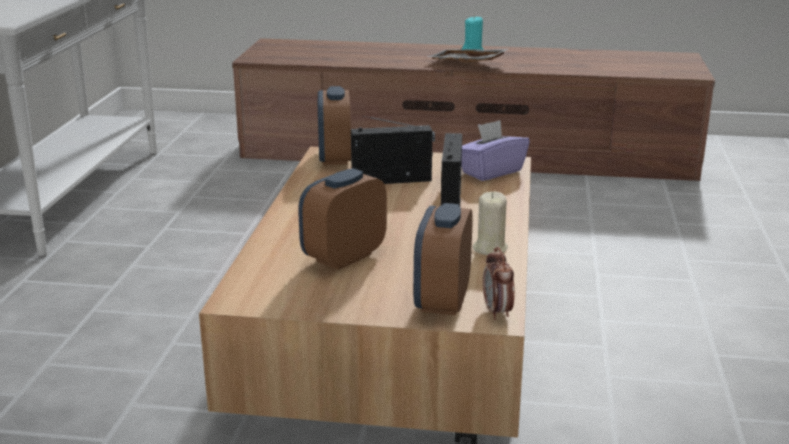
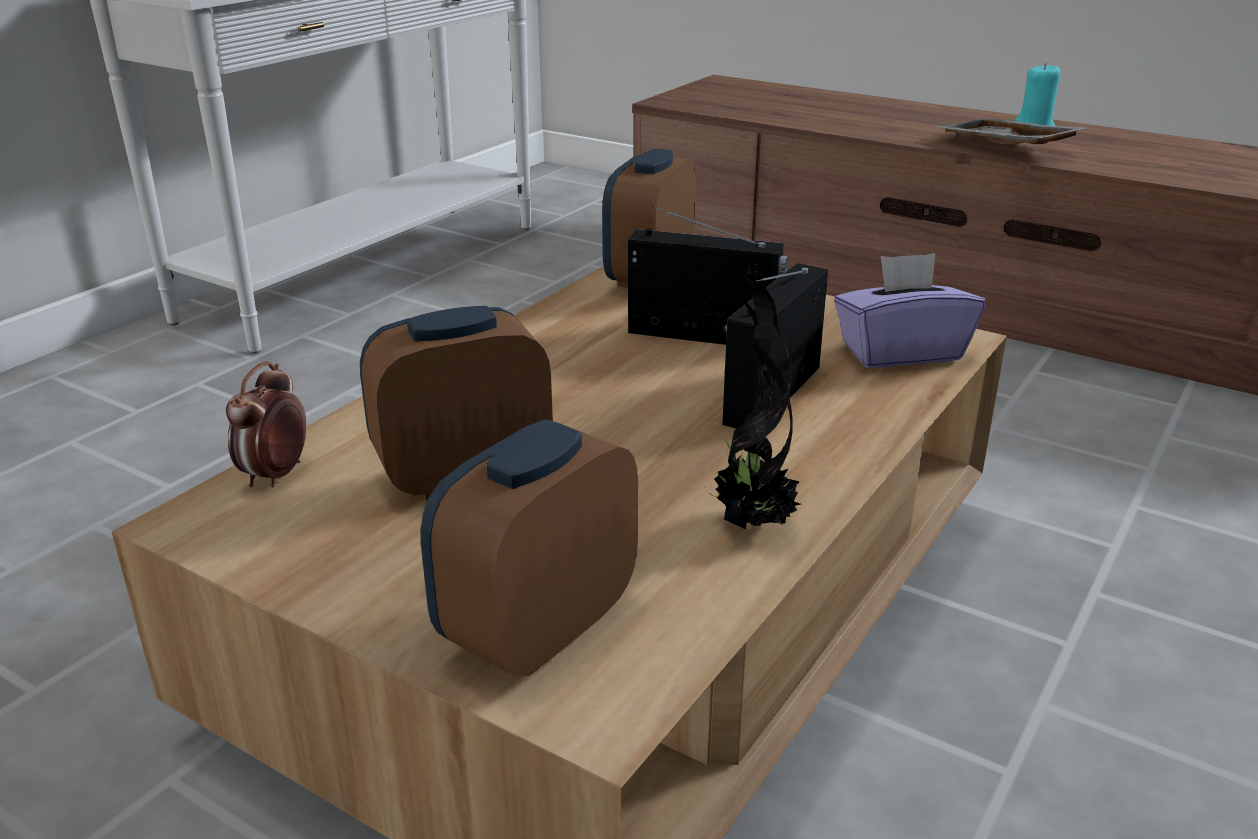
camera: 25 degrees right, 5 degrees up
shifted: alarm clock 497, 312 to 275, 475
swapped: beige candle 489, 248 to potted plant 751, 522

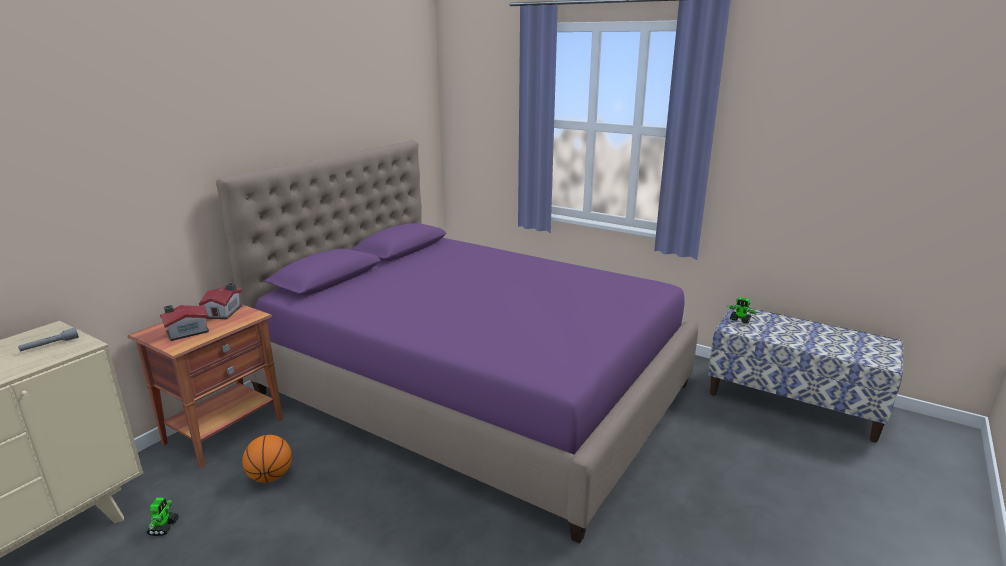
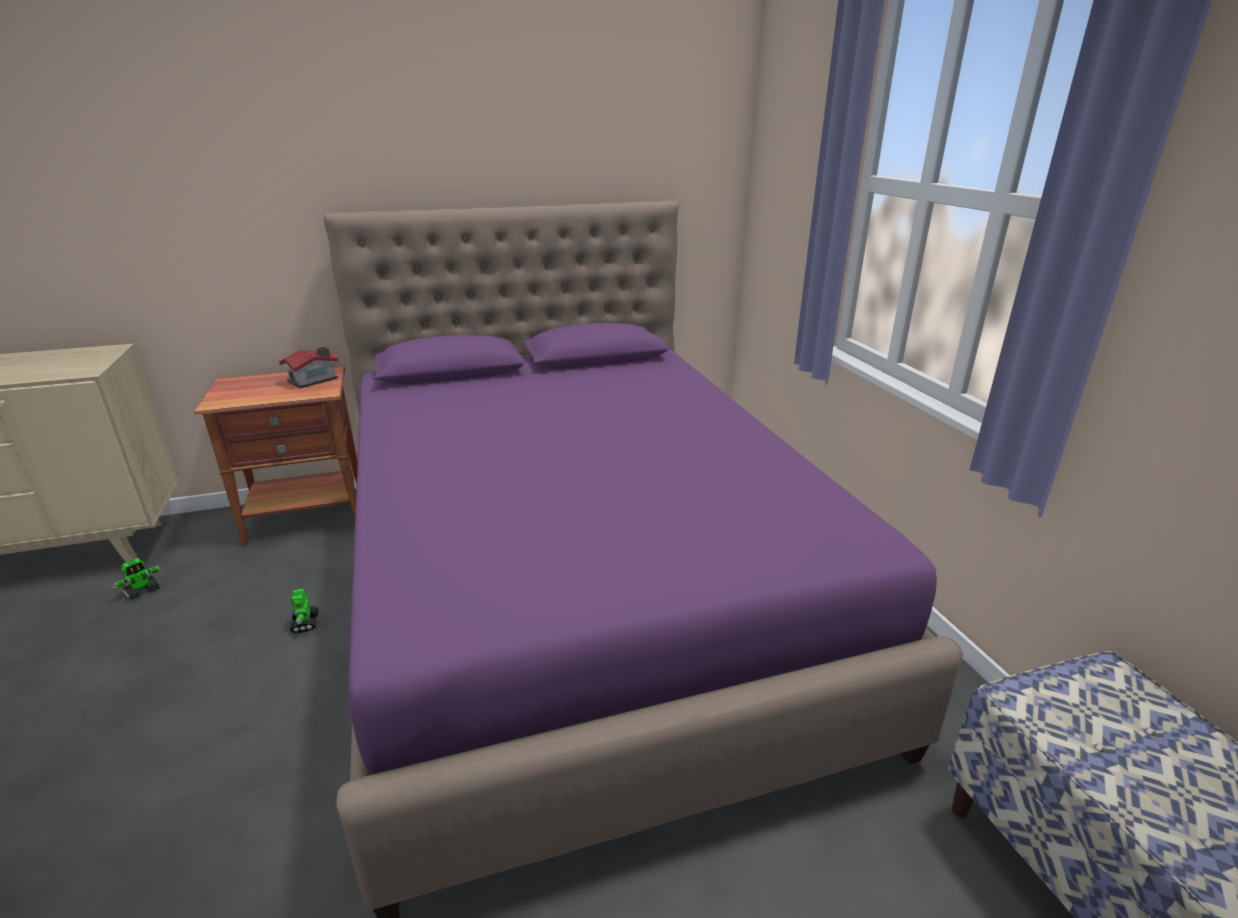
camera: 40 degrees right, 5 degrees up
gone: grey flashlight 50, 345; toy house 186, 332; basketball 270, 477
shifted: toy robot 740, 320 to 305, 623

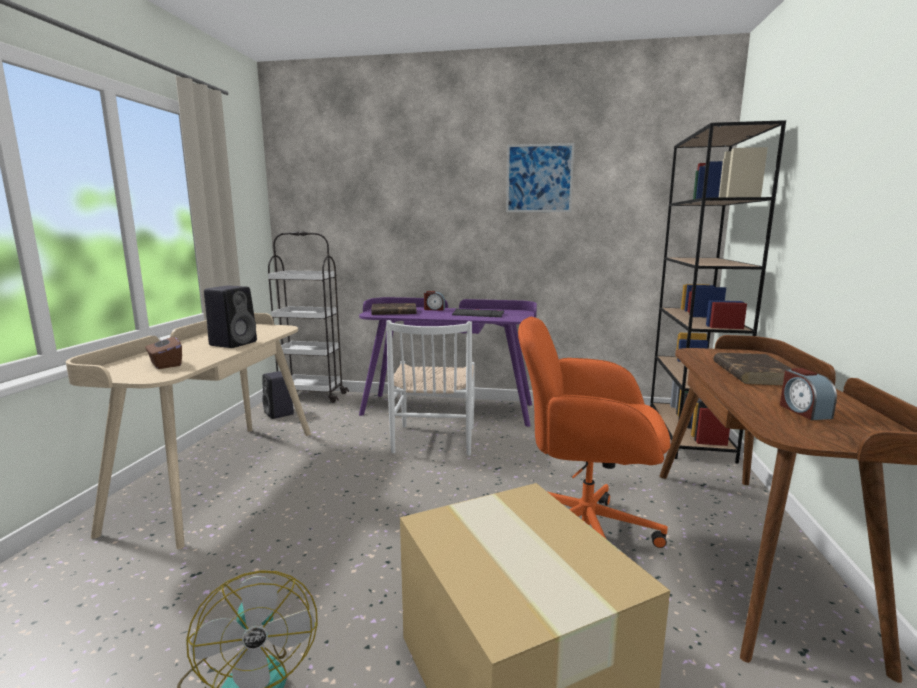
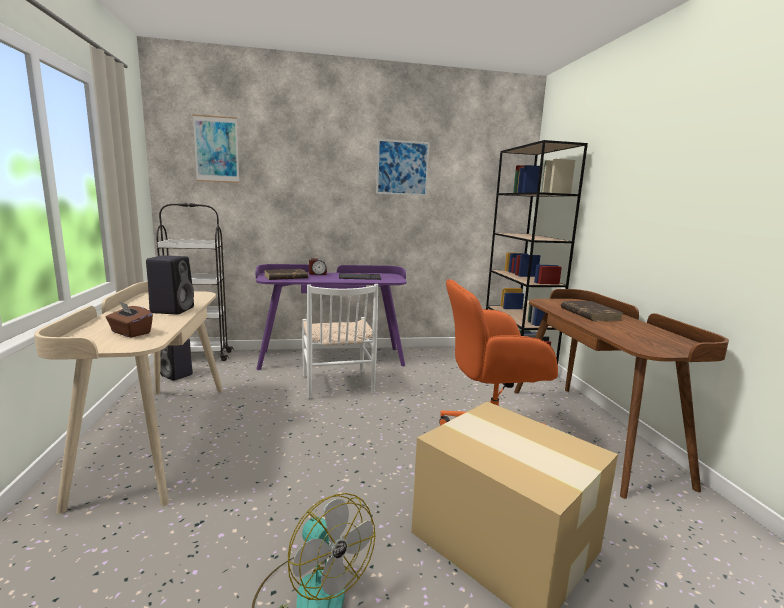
camera: 20 degrees left, 0 degrees up
gone: alarm clock 803, 411
new: picture 216, 149

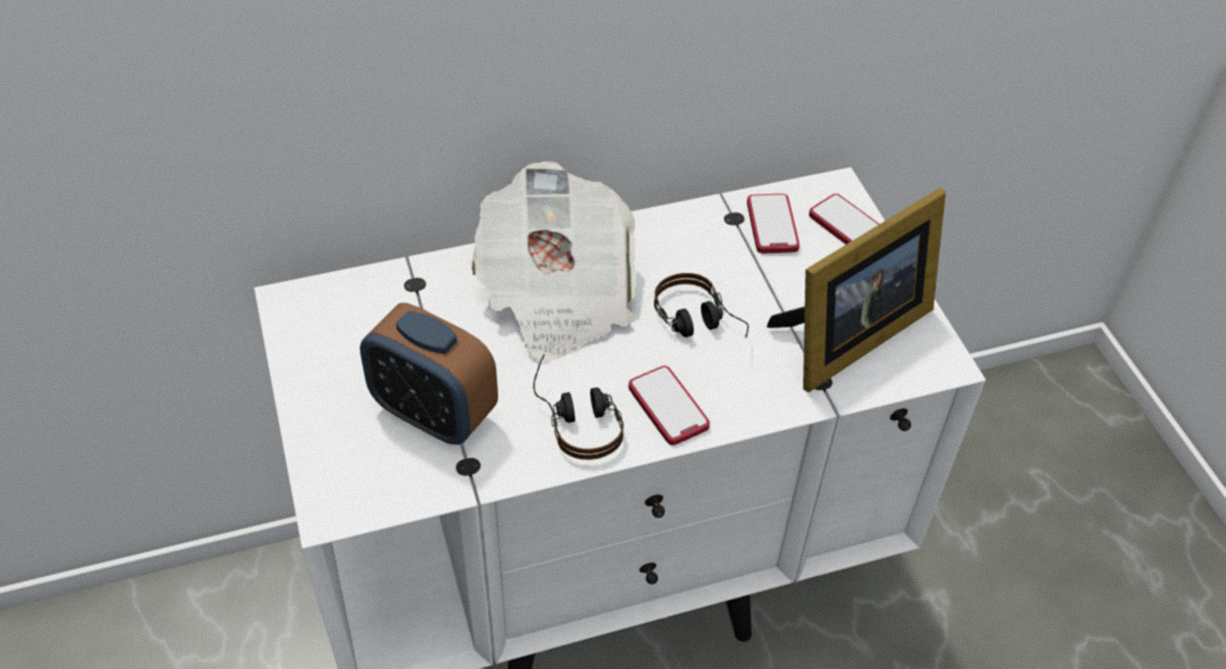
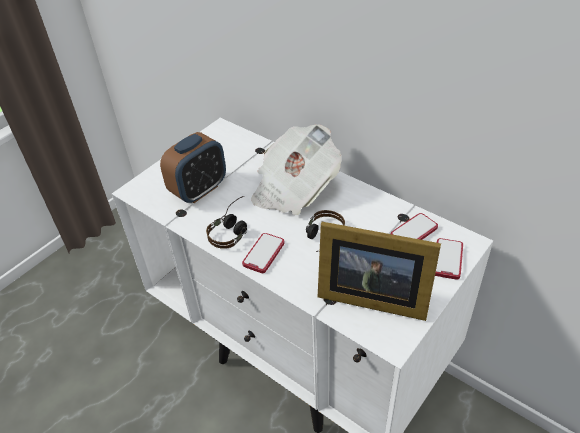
camera: 60 degrees right, 5 degrees down
rotated: alarm clock 434, 414 = 199, 190 135 degrees counterclockwise

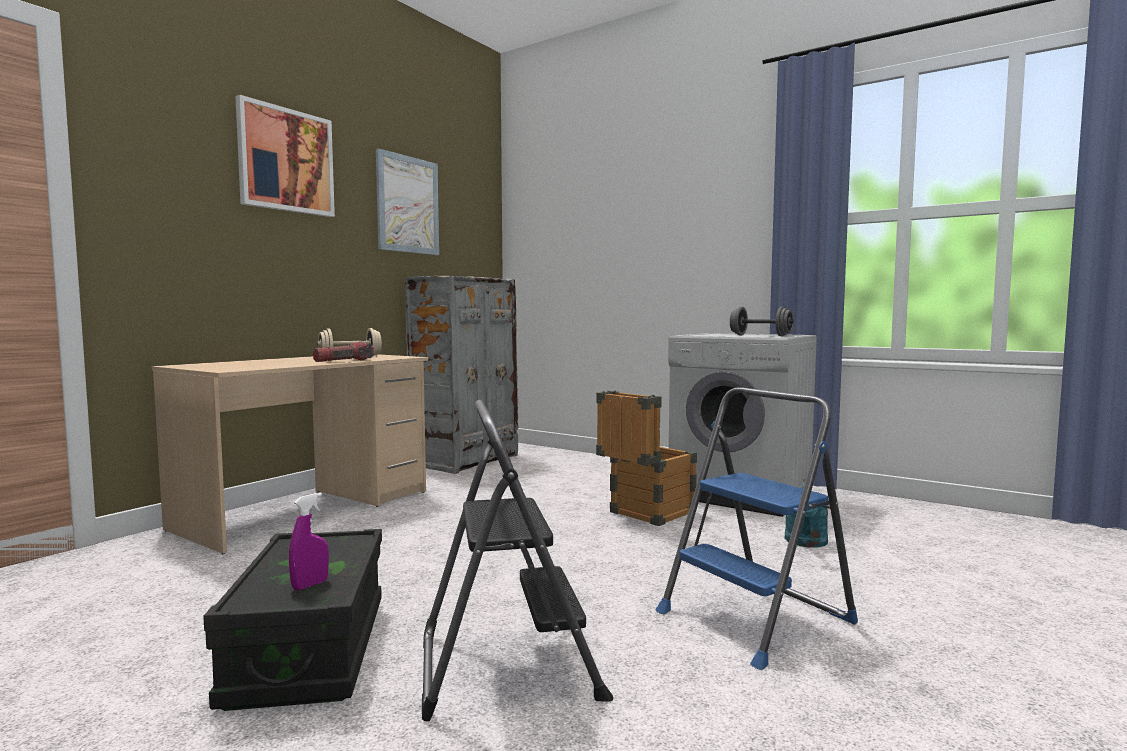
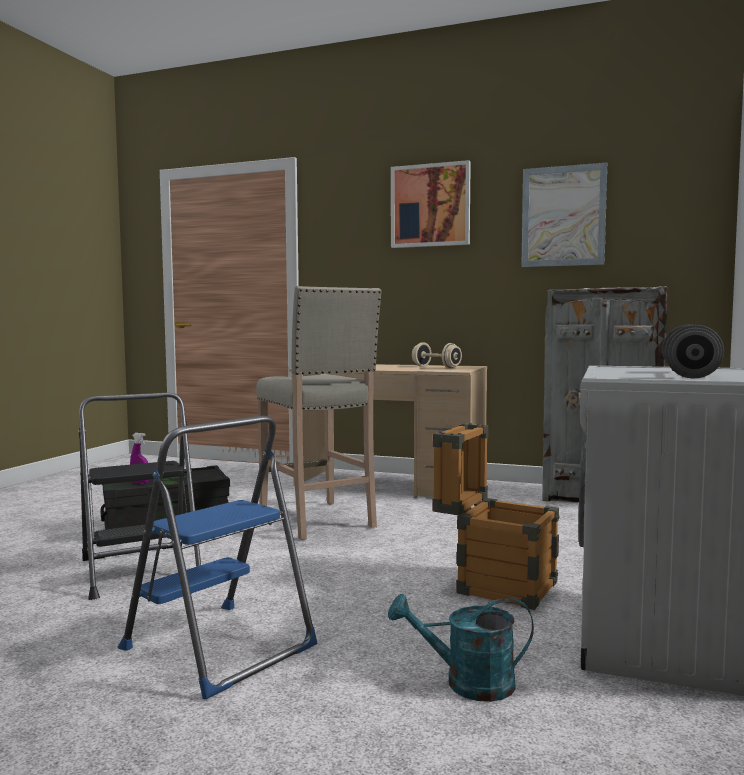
camera: 75 degrees right, 0 degrees up
gone: flashlight 344, 361
new: beige stool 317, 520

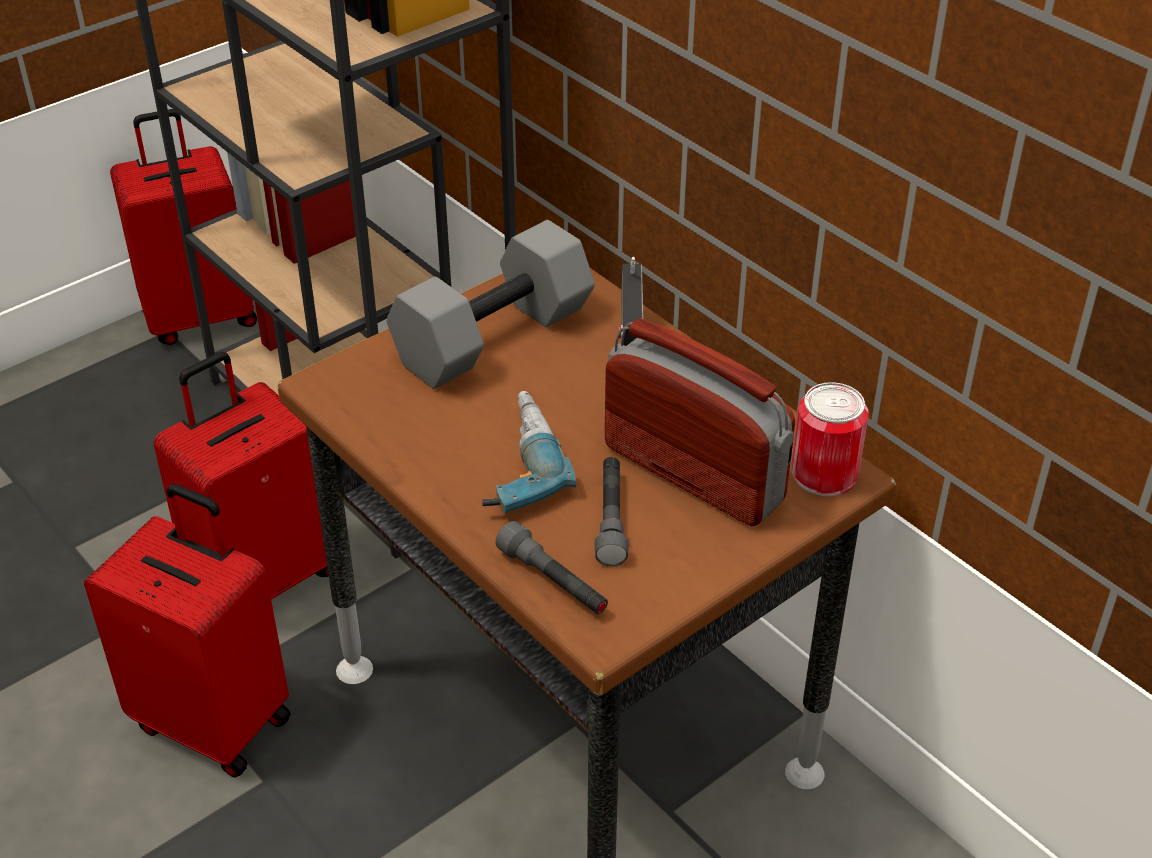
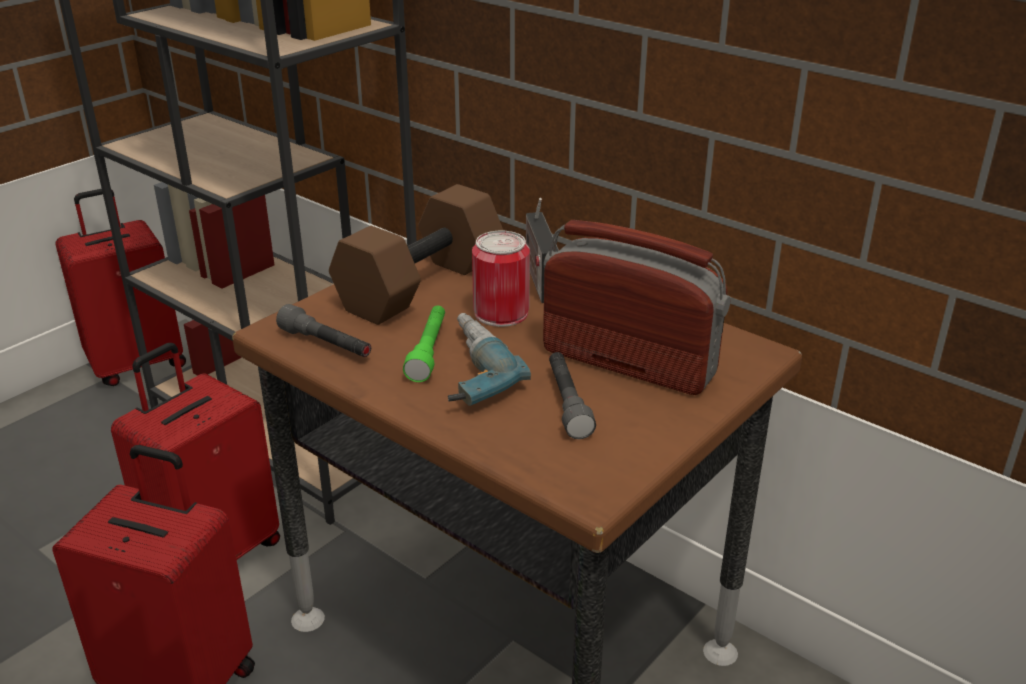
camera: 10 degrees left, 10 degrees down
new: green flashlight 428, 351
shifted: grey flashlight 553, 581 to 326, 345; can 824, 474 to 501, 313
repainted: grey dumbbell 494, 339 to brown dumbbell 422, 286

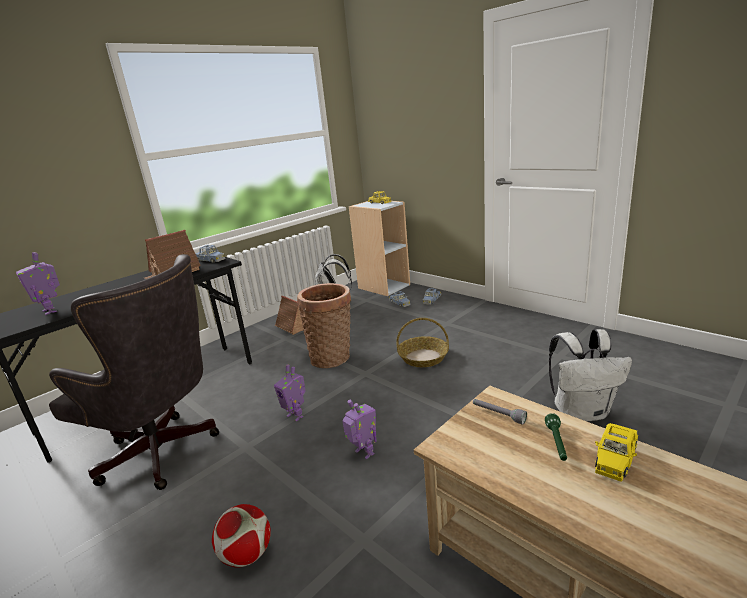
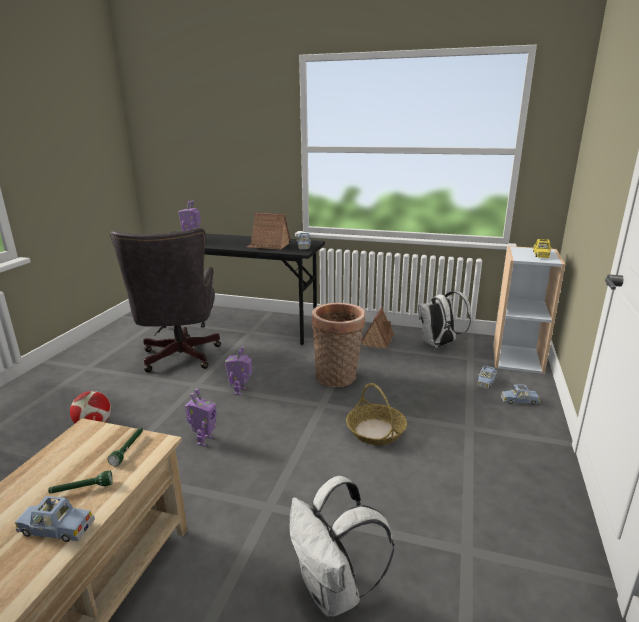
camera: 60 degrees right, 0 degrees up
repainted: grey flashlight 498, 415 to green flashlight 128, 449; yellow toy car 615, 457 to blue toy car 56, 528

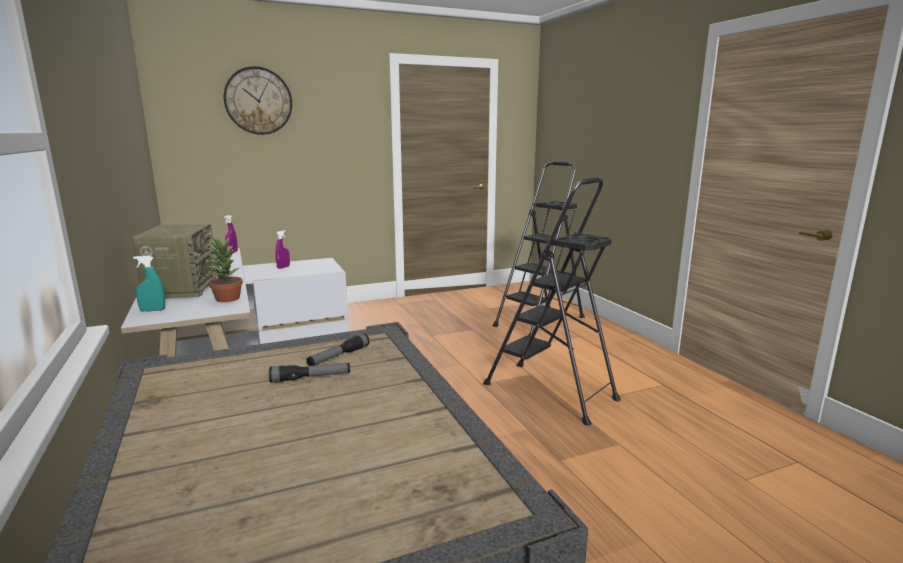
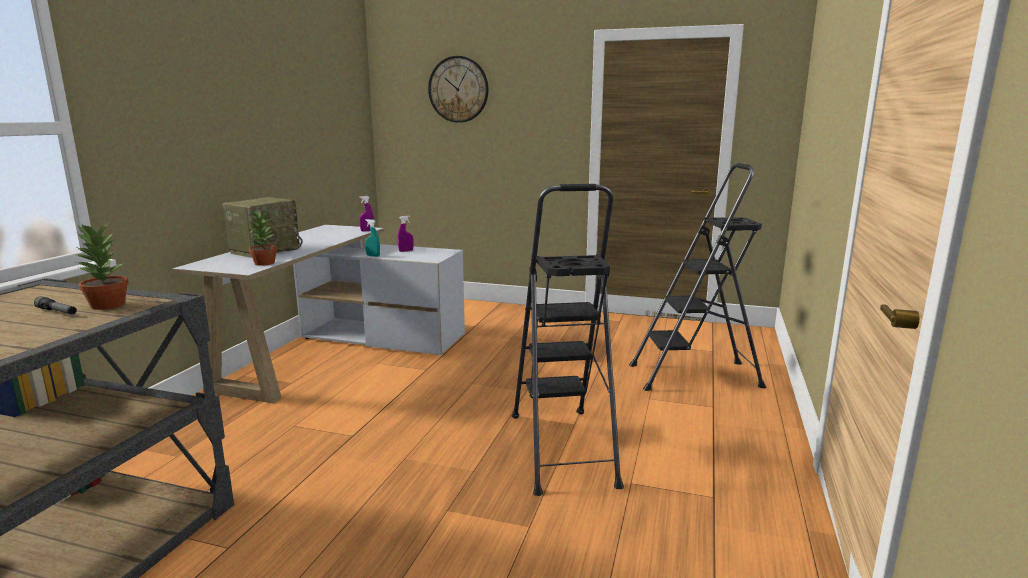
camera: 40 degrees right, 0 degrees up
shifted: turquoise spray bottle 153, 310 to 373, 256
swapped: flashlight 338, 356 to potted plant 107, 305

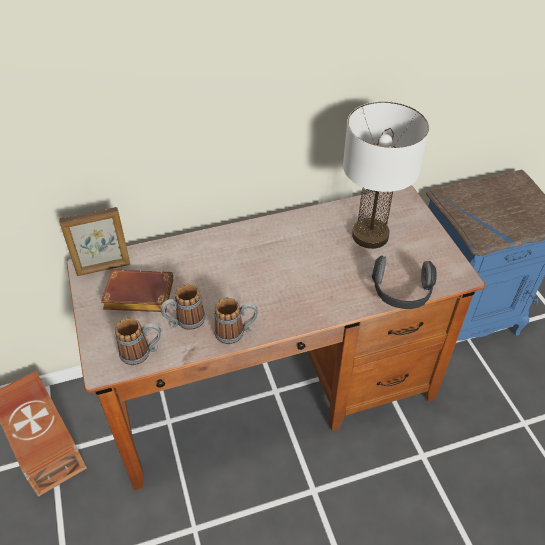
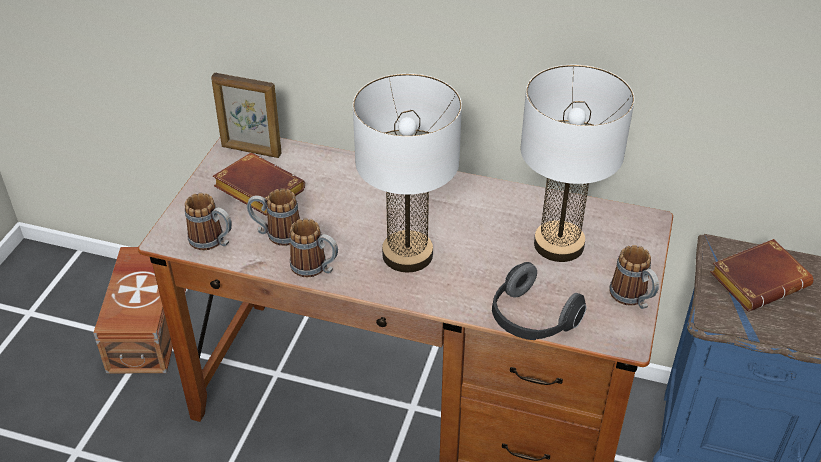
camera: 35 degrees right, 5 degrees down
new: table lamp 408, 254; mug 632, 299; brown book 759, 279

